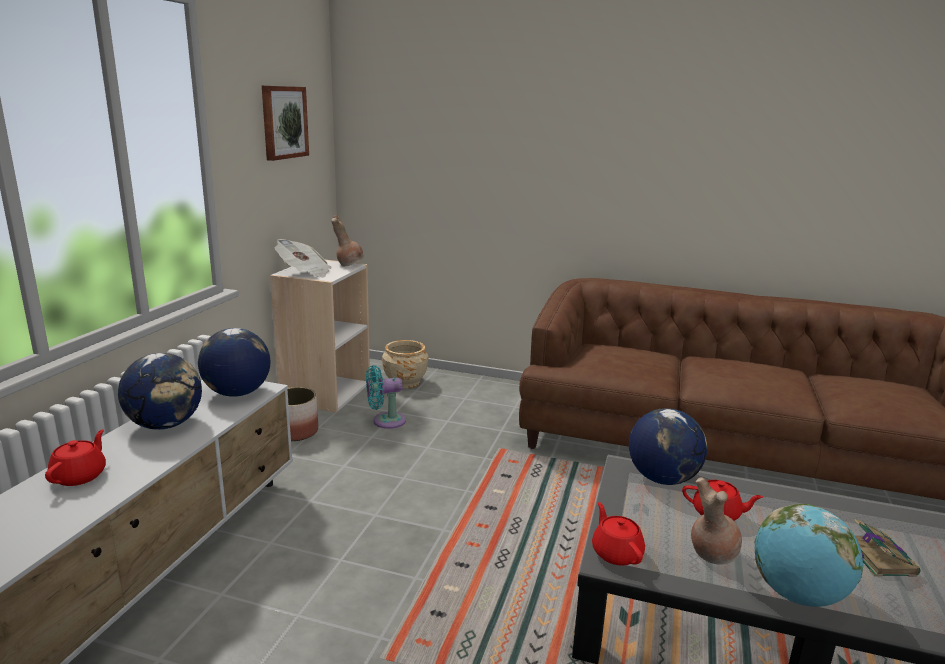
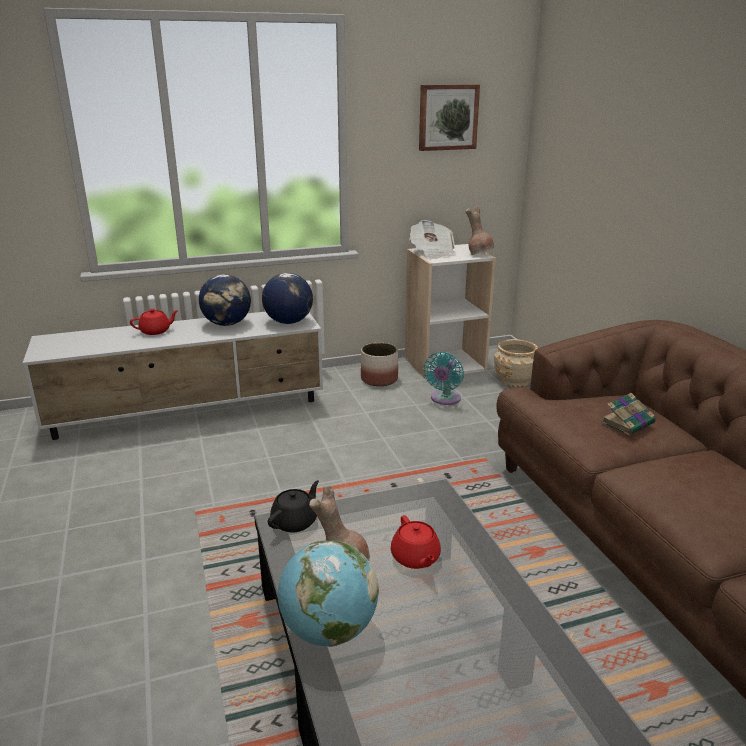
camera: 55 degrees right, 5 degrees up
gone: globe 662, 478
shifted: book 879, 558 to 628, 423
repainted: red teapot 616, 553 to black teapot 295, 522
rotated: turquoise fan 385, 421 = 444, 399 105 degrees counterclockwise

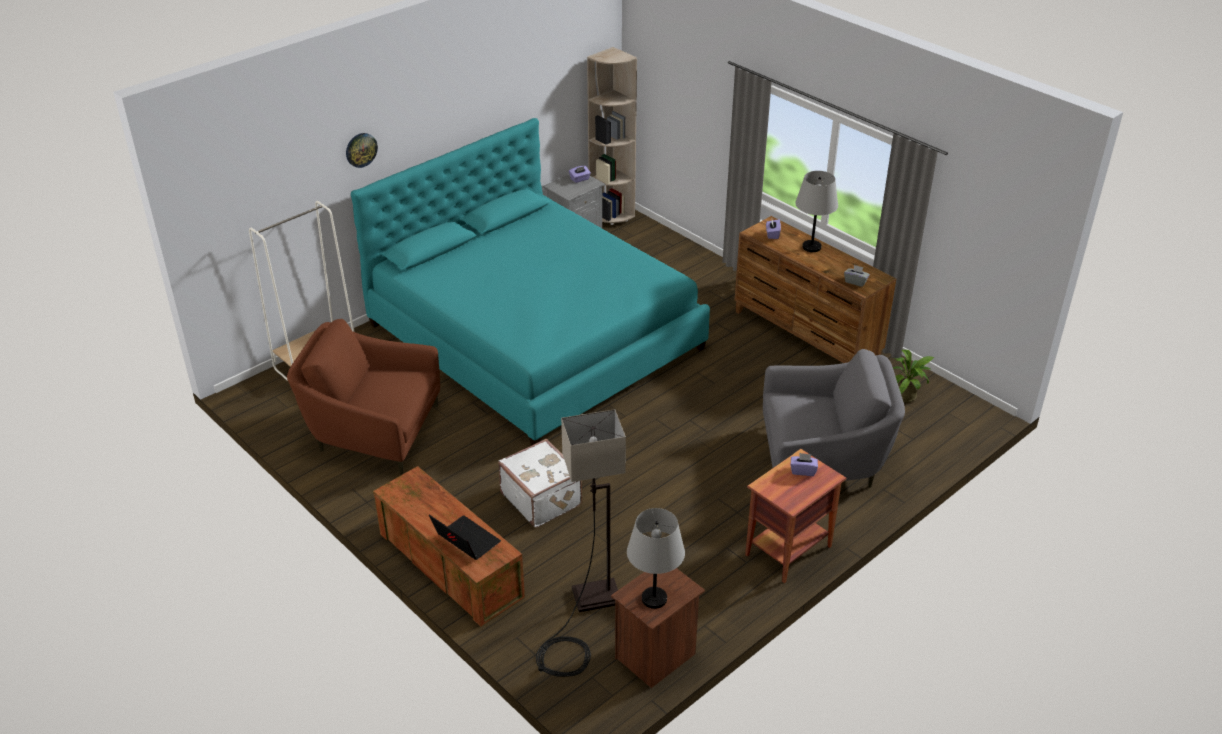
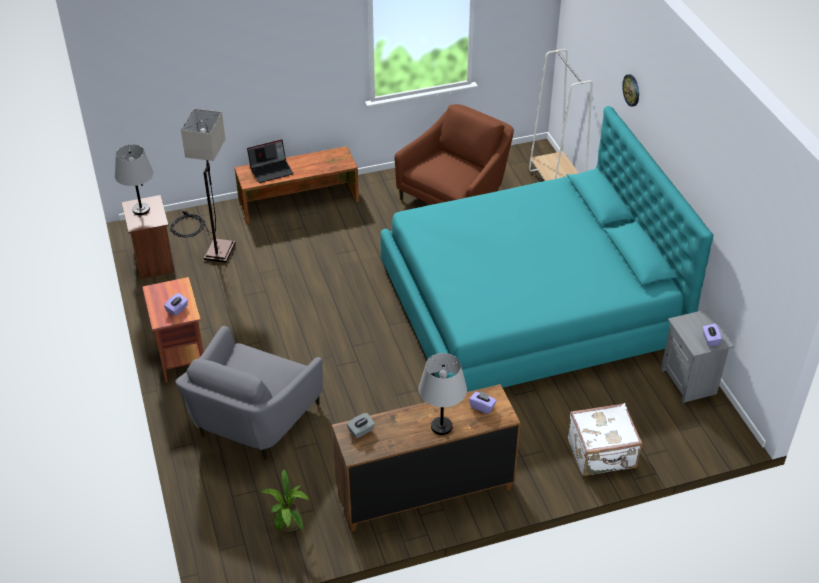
camera: 115 degrees right, 5 degrees up
gone: beige bookcase 612, 219
shifted: white suitcase 542, 498 to 602, 454

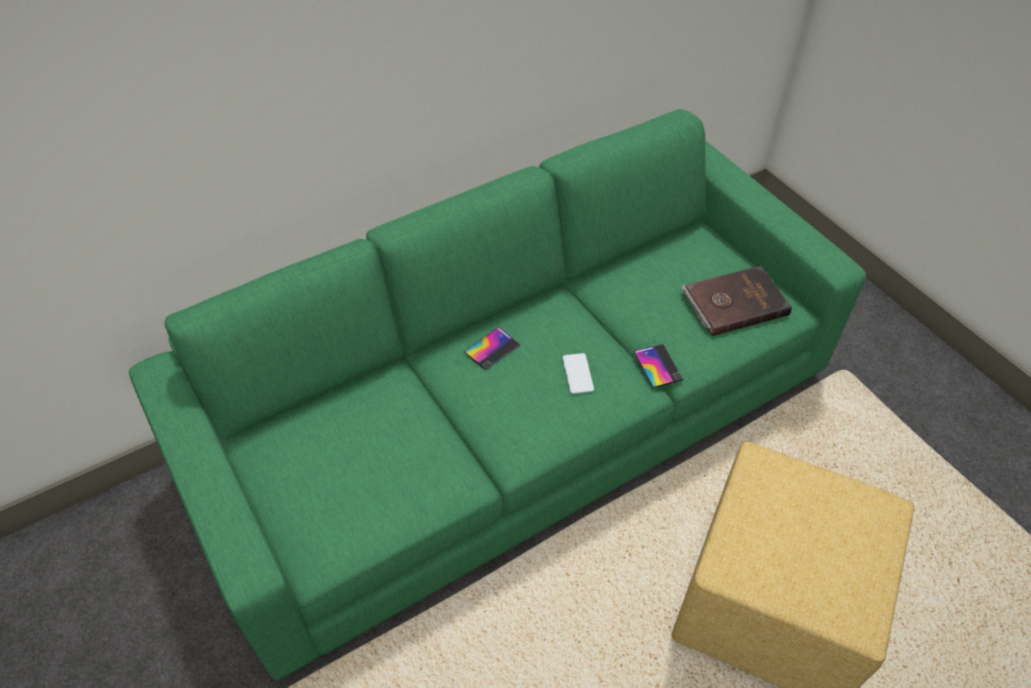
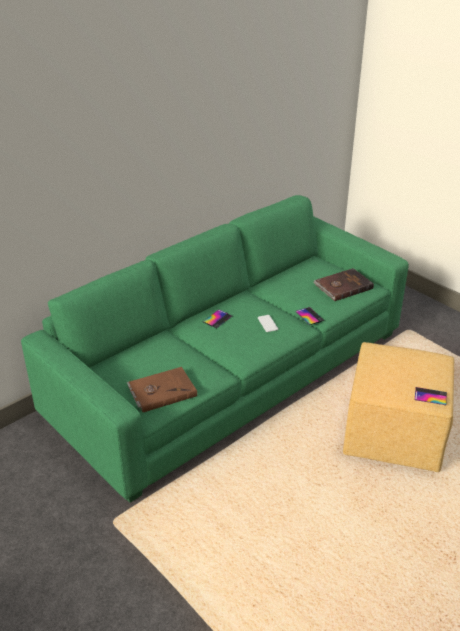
camera: 10 degrees left, 15 degrees down
new: brown book 161, 391; phone 430, 396

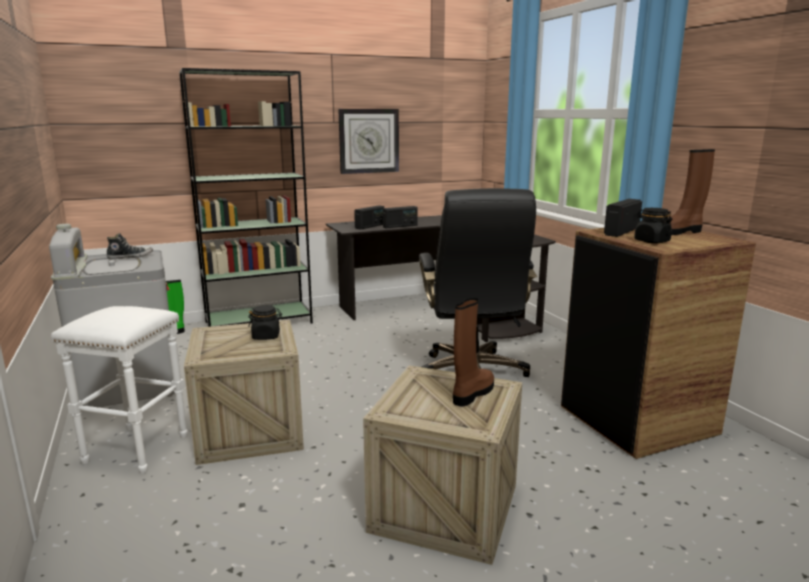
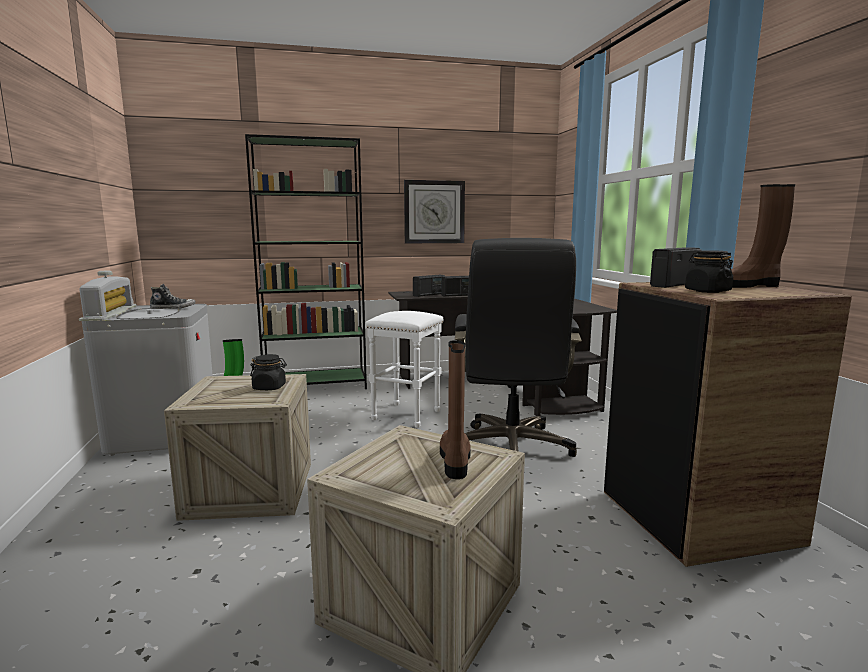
camera: 10 degrees right, 5 degrees down
shifted: white stool 136, 447 to 405, 414
rotated: brown boot 472, 393 = 455, 461 45 degrees counterclockwise

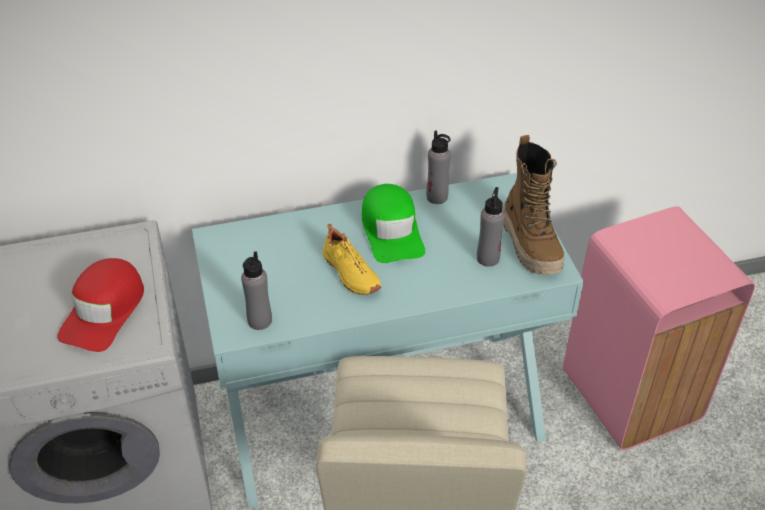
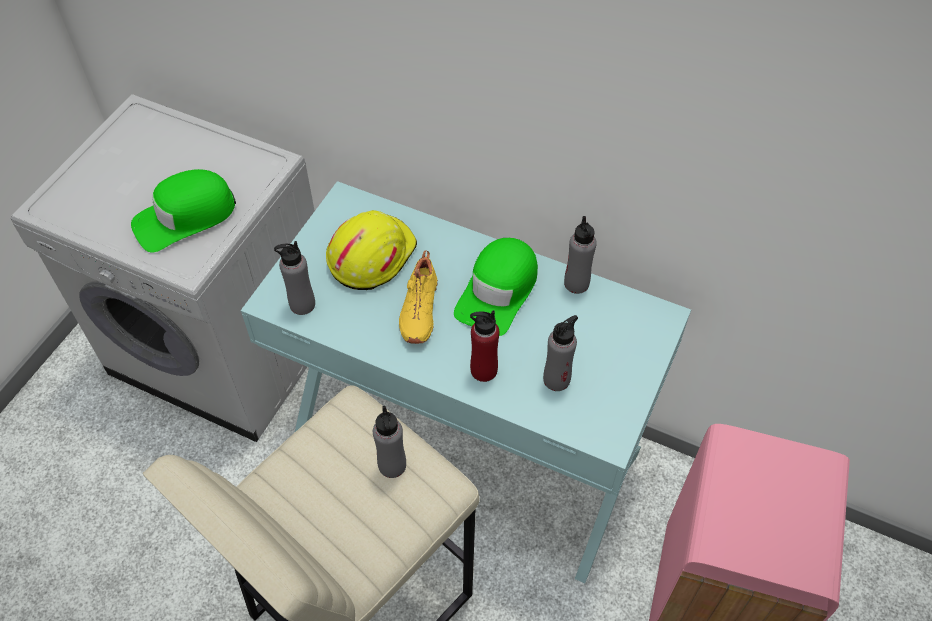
camera: 40 degrees right, 10 degrees up
gone: boot 531, 245
new: yellow hard hat 370, 255; grey bottle 392, 465; red bottle 483, 370
repainted: red cap 104, 311 to green cap 185, 217

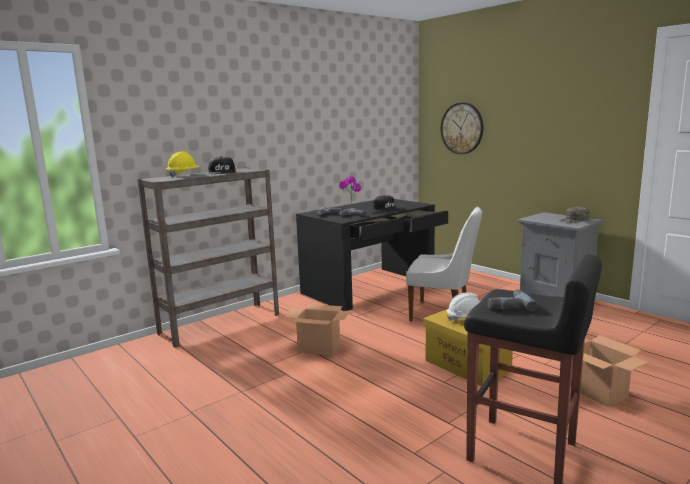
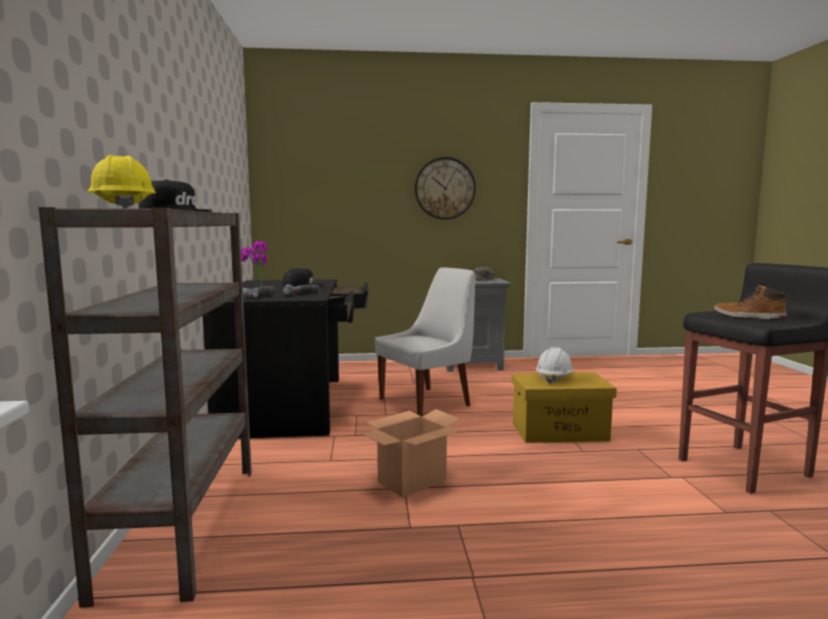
camera: 55 degrees left, 5 degrees down
gone: cardboard box 598, 392
shifted: wall clock 462, 128 to 445, 188
swapped: power drill 507, 305 to boot 748, 317

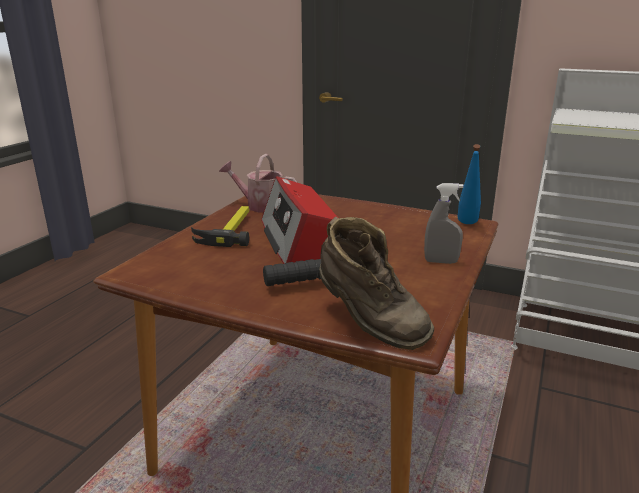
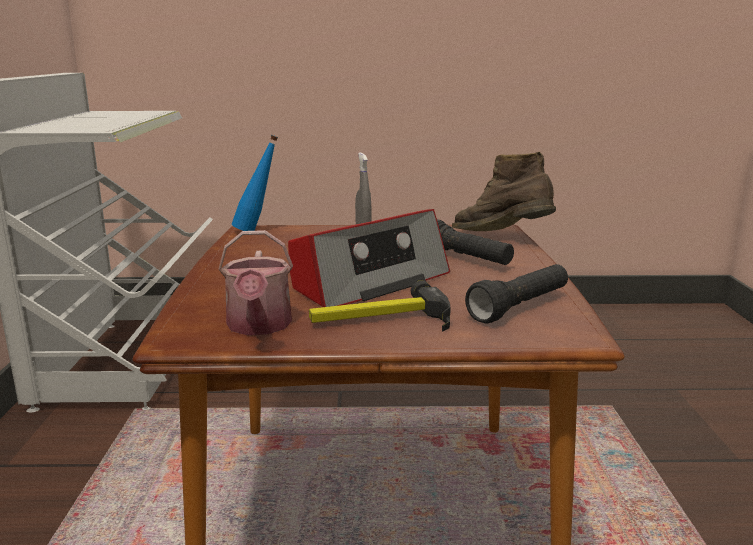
camera: 115 degrees left, 5 degrees down
new: black flashlight 519, 307
rotated: brown boot 369, 325 = 502, 238 75 degrees counterclockwise

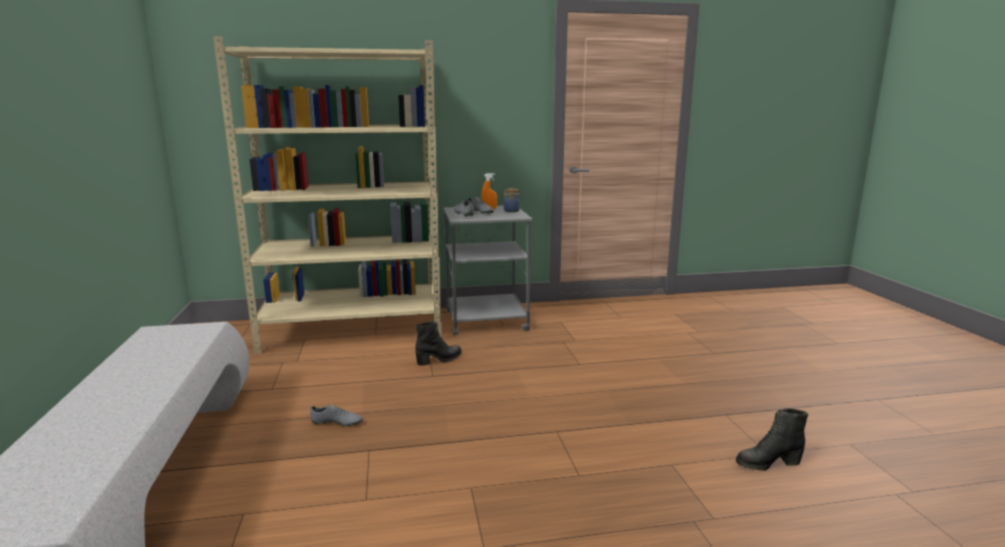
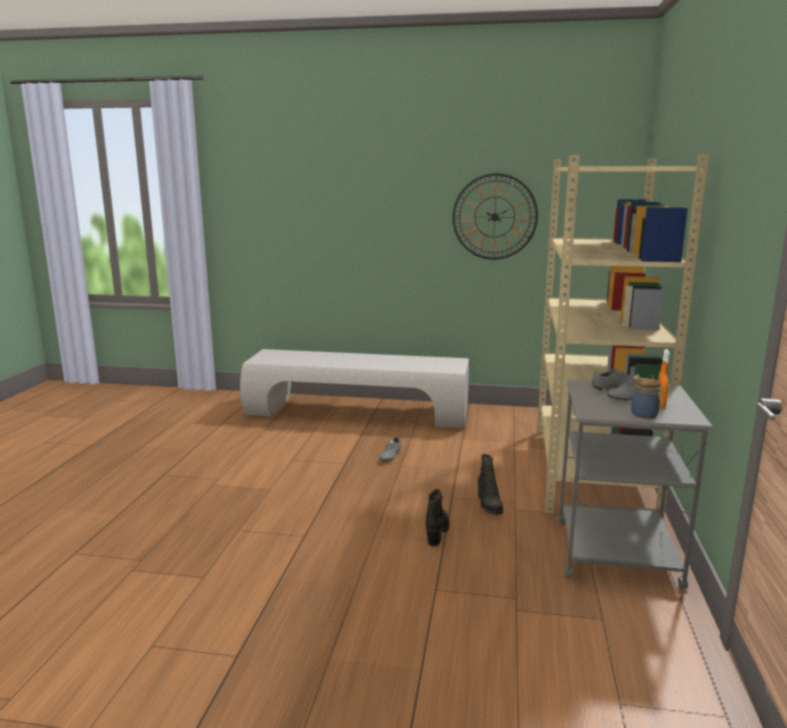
camera: 110 degrees right, 0 degrees up
new: wall clock 494, 217
shifted: black boot 767, 463 to 437, 531

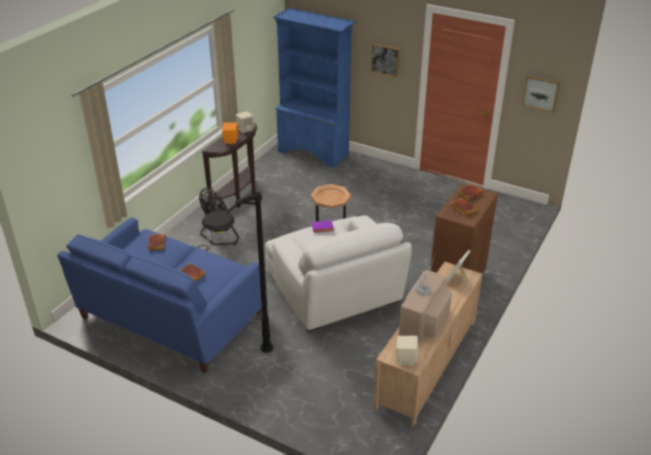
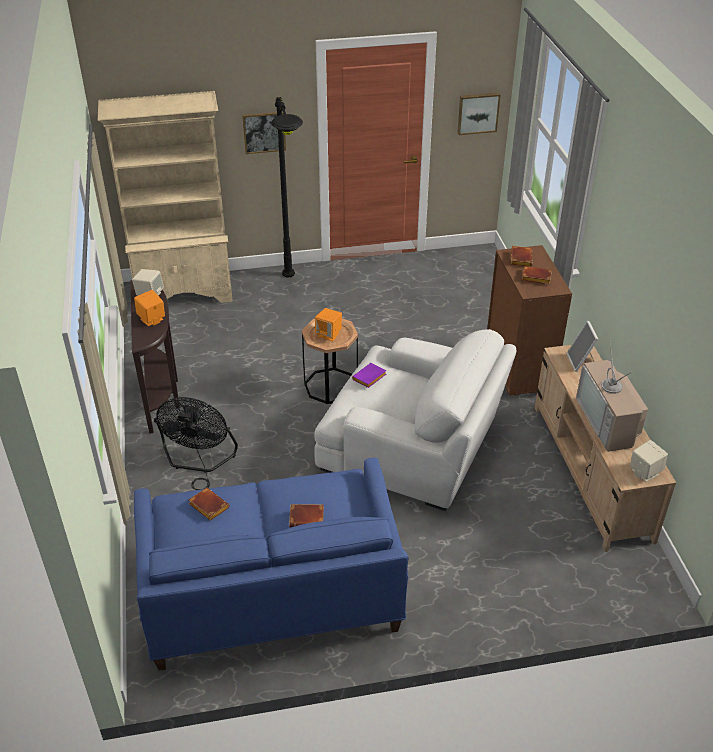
camera: 40 degrees left, 5 degrees up
new: orange speaker 329, 334
shifted: black floor lamp 244, 374 to 294, 297
repainted: blue bookcase 313, 152 to beige bookcase 184, 292

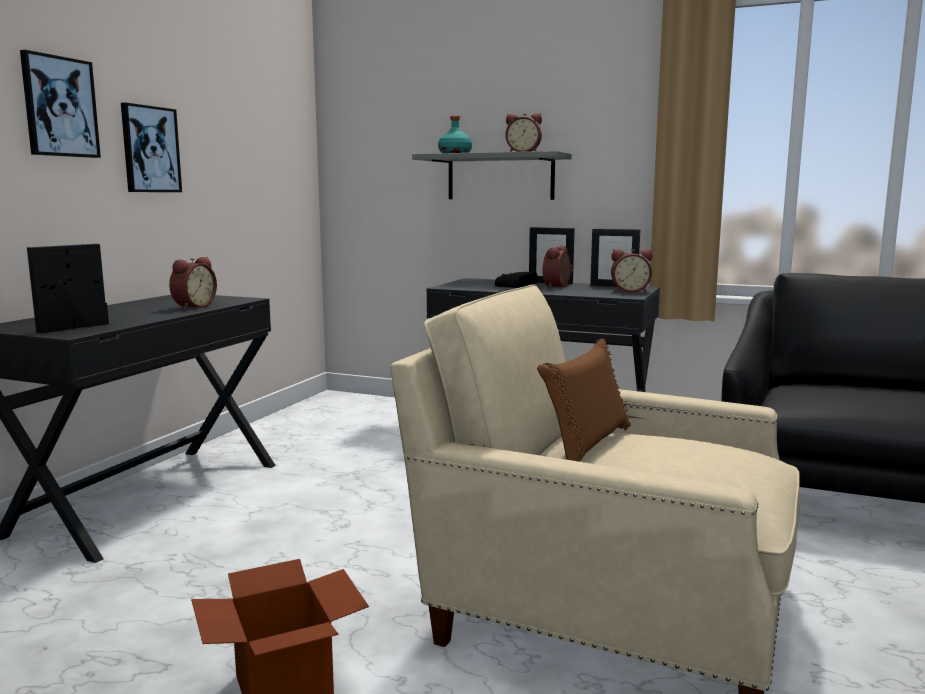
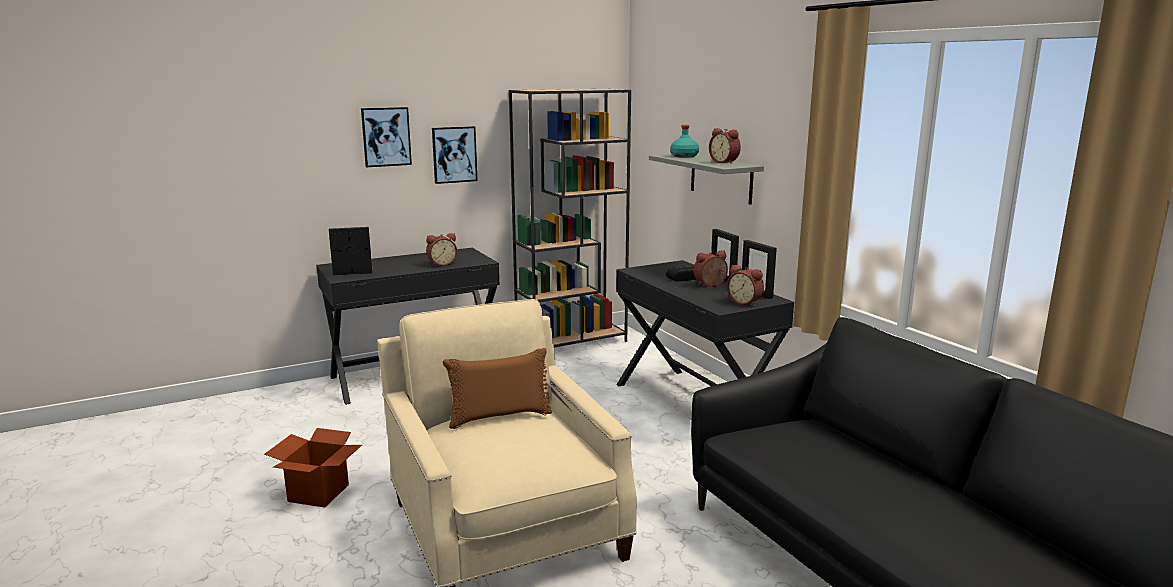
camera: 40 degrees right, 5 degrees up
new: bookcase 572, 342

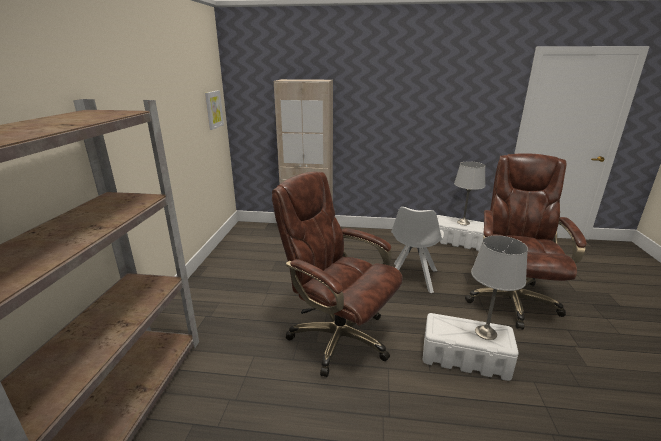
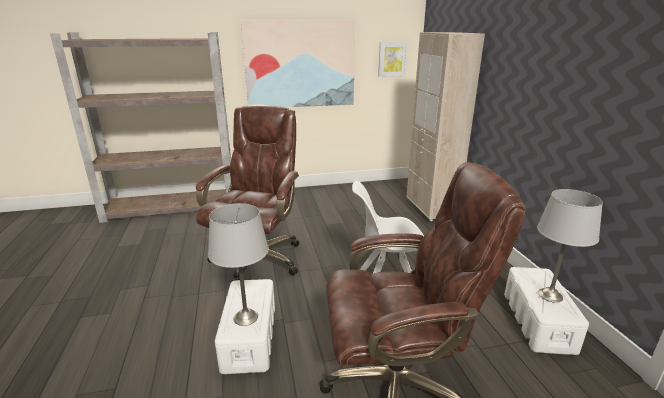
camera: 70 degrees right, 0 degrees up
new: picture 300, 64

